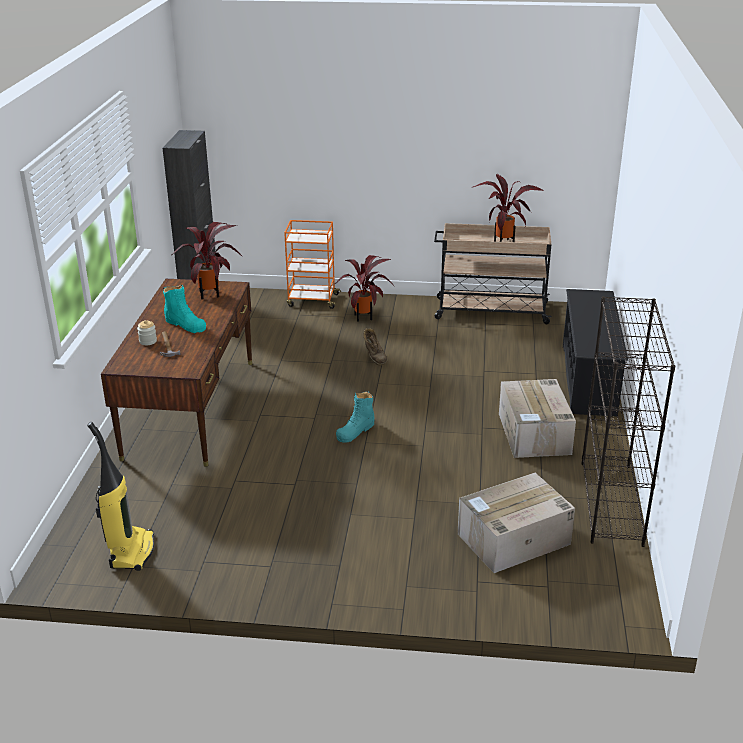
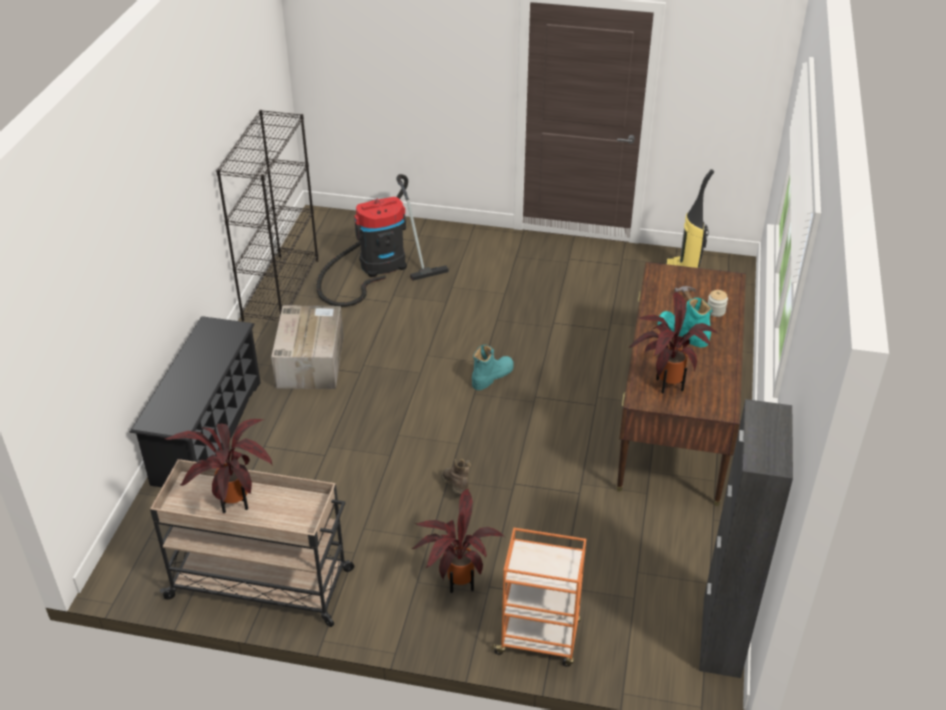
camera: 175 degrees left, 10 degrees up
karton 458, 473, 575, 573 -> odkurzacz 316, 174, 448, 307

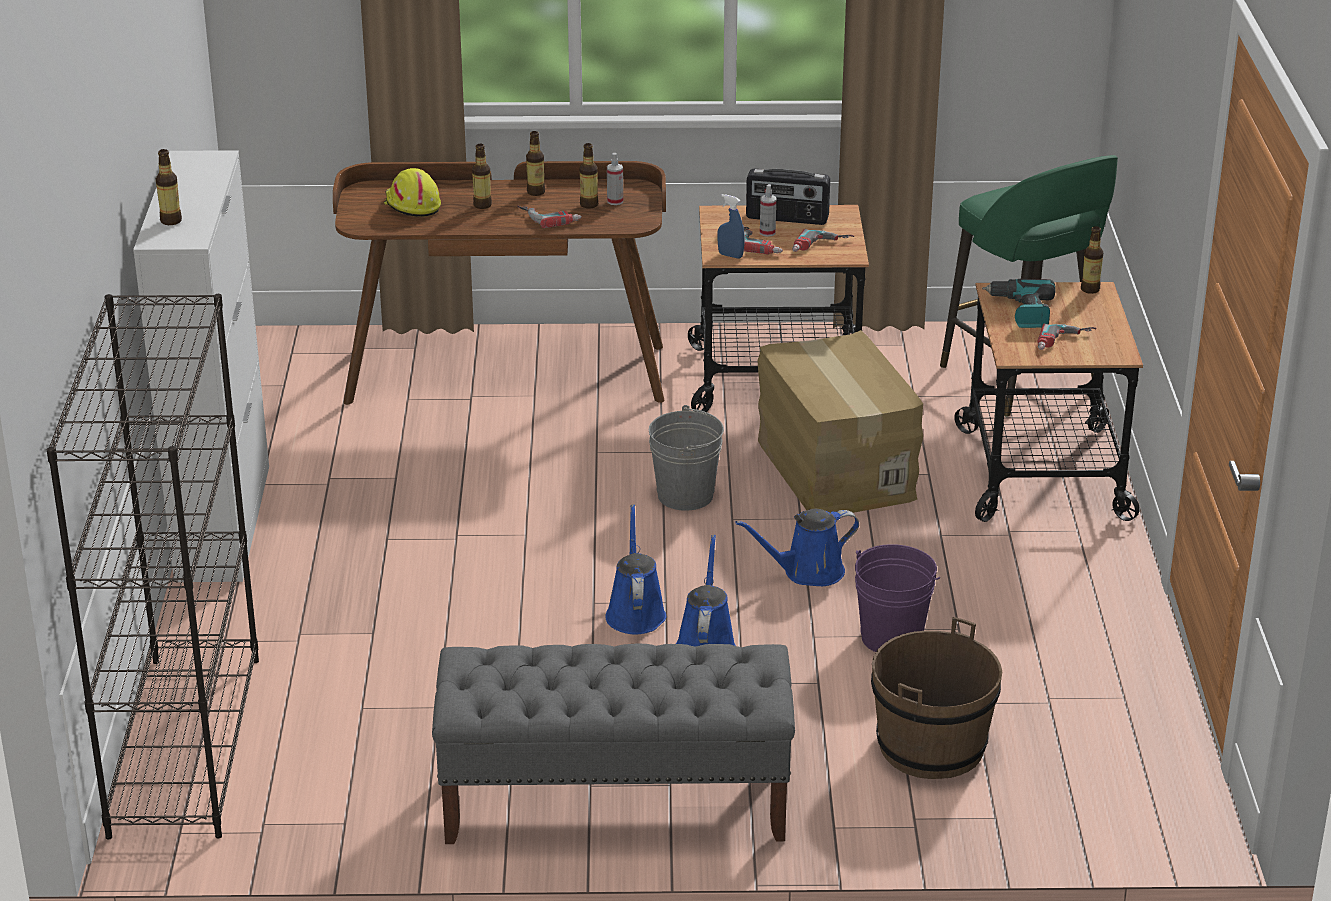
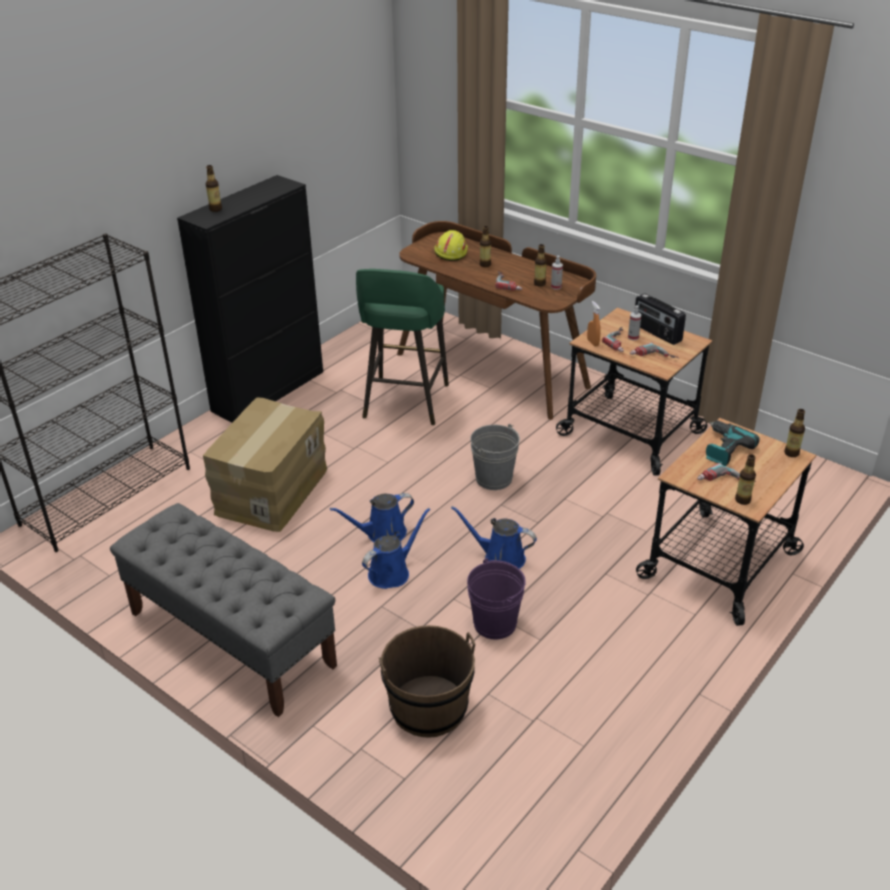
camera: 40 degrees right, 5 degrees up
szafka [biały] 133, 150, 269, 582 -> szafka [czarny] 177, 175, 323, 423
karton 758, 330, 923, 513 -> karton 203, 398, 327, 532, move
konewka [niebieski] 605, 504, 666, 634 -> konewka [niebieski] 330, 493, 414, 542, 150 degrees counterclockwise
stołek [zielony] 940, 155, 1118, 417 -> stołek [zielony] 356, 269, 449, 425, move
spryskiwacz [niebieski] 717, 194, 745, 259 -> spryskiwacz [pomarańczowy] 587, 301, 601, 347
butelka 526, 131, 545, 196 -> butelka 735, 455, 756, 505, move

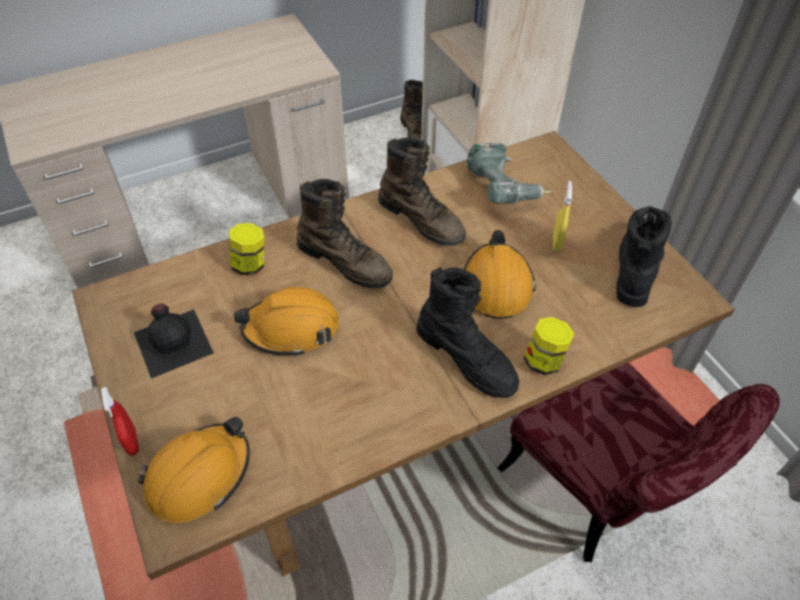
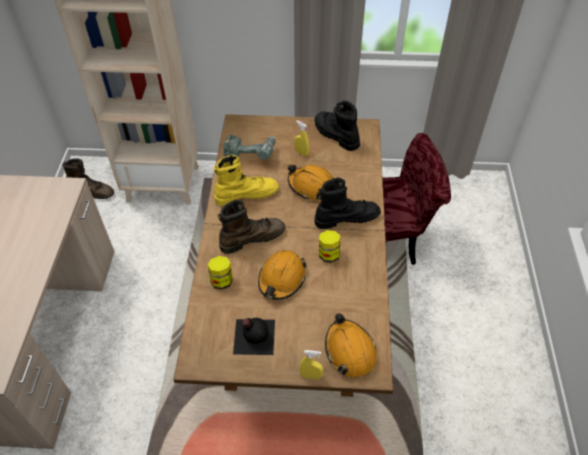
camera: 60 degrees left, 0 degrees up
but z cholewką [brązowy] 378, 137, 466, 246 -> but z cholewką [żółty] 214, 154, 279, 206
spryskiwacz [czerwony] 101, 387, 139, 456 -> spryskiwacz [żółty] 300, 350, 323, 379
słoik 524, 317, 574, 375 -> słoik 319, 230, 340, 262, move

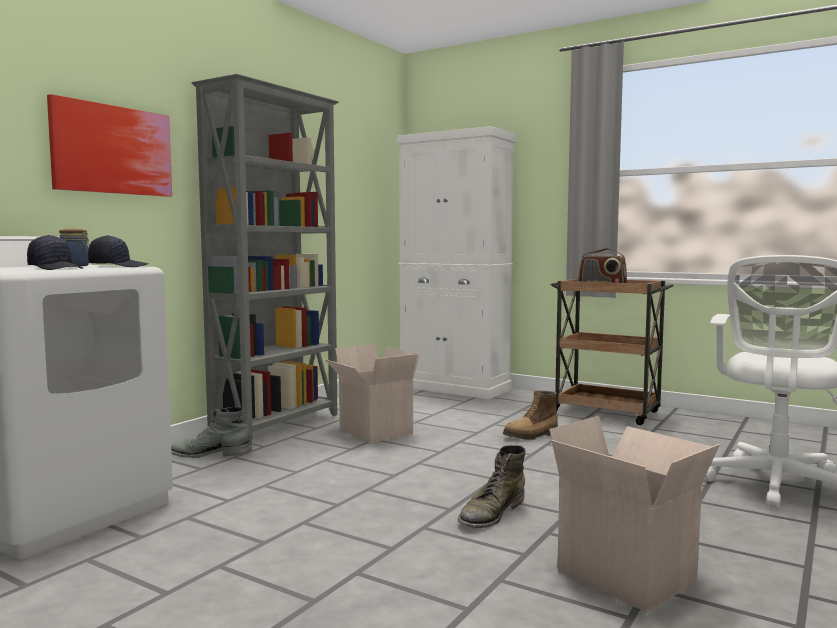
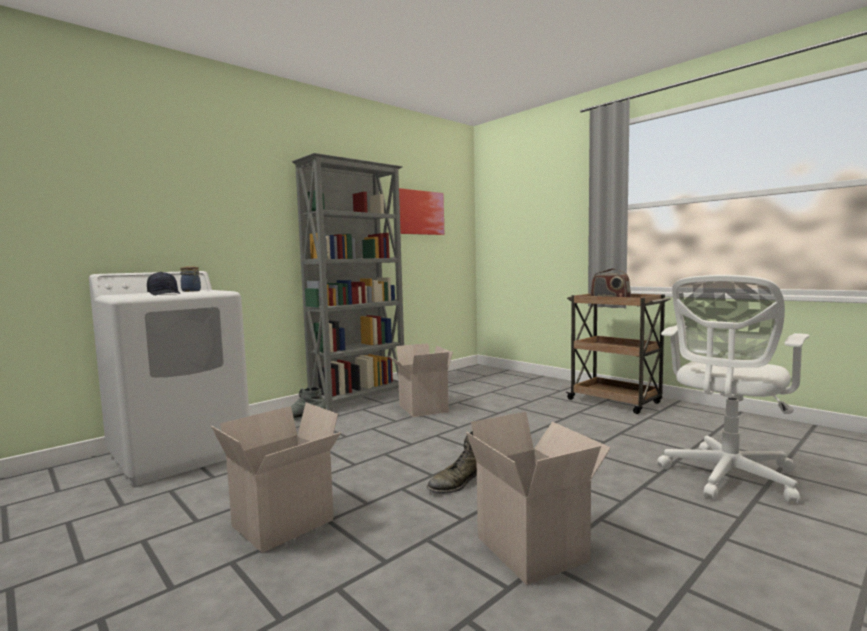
camera: 15 degrees right, 0 degrees up
none -> karton 211, 402, 341, 553
obraz 47, 94, 172, 197 -> obraz 399, 188, 445, 235, move
czapka z daszkiem [czarny] 88, 235, 149, 267 -> none
szafka [biały] 397, 126, 516, 399 -> none
but z cholewką 503, 391, 558, 440 -> none

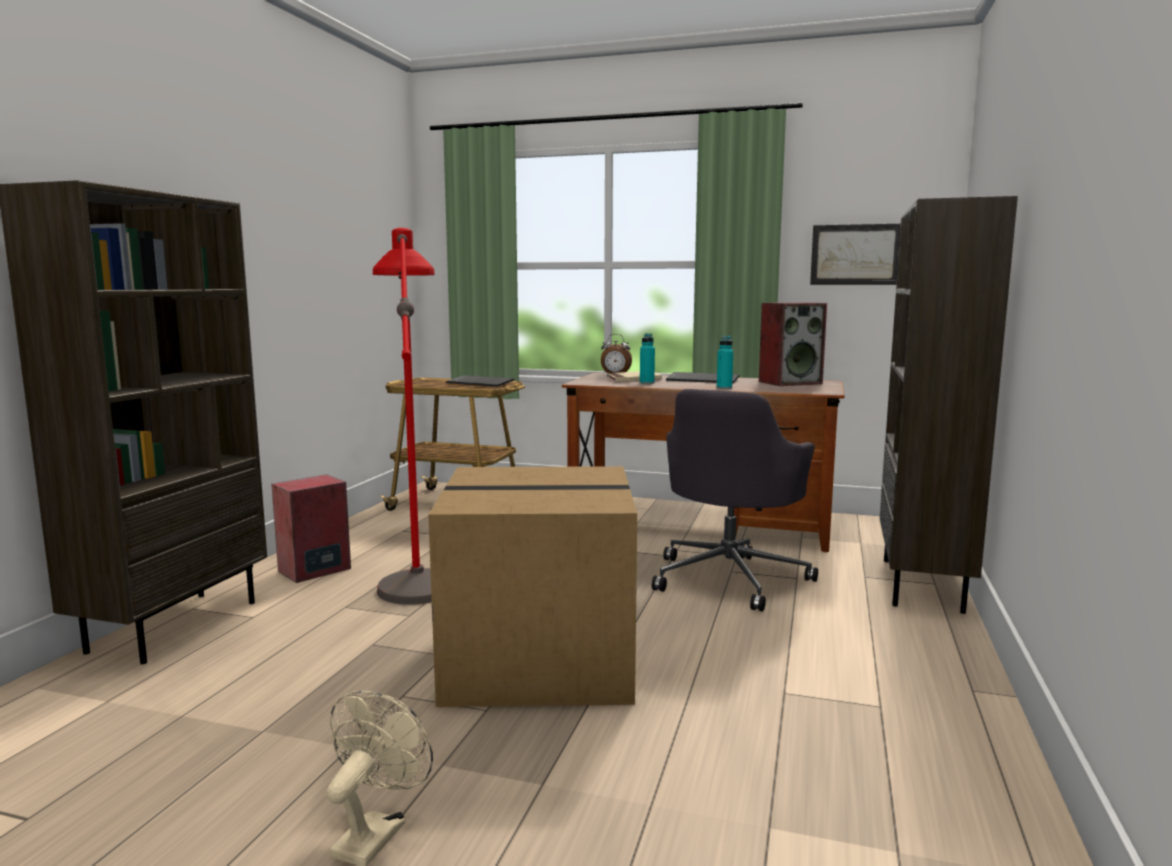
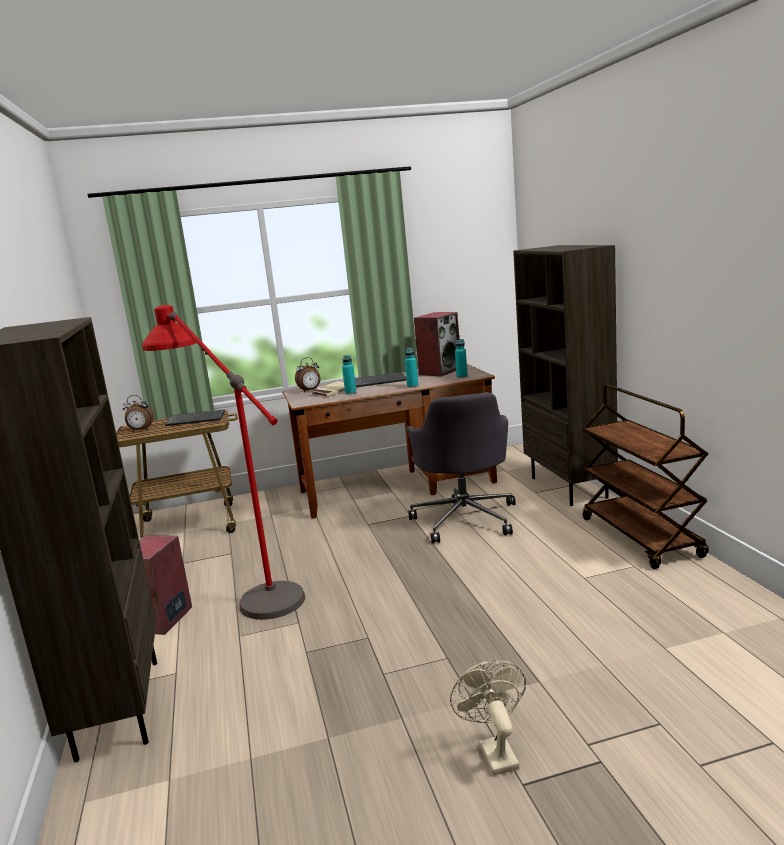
camera: 30 degrees left, 5 degrees up
none -> budzik 123, 395, 154, 431
none -> butelka [turkusowy] 455, 339, 468, 378
none -> wózek [brązowy] 582, 384, 709, 569
karton 428, 466, 637, 707 -> none
obraz 810, 224, 901, 285 -> none

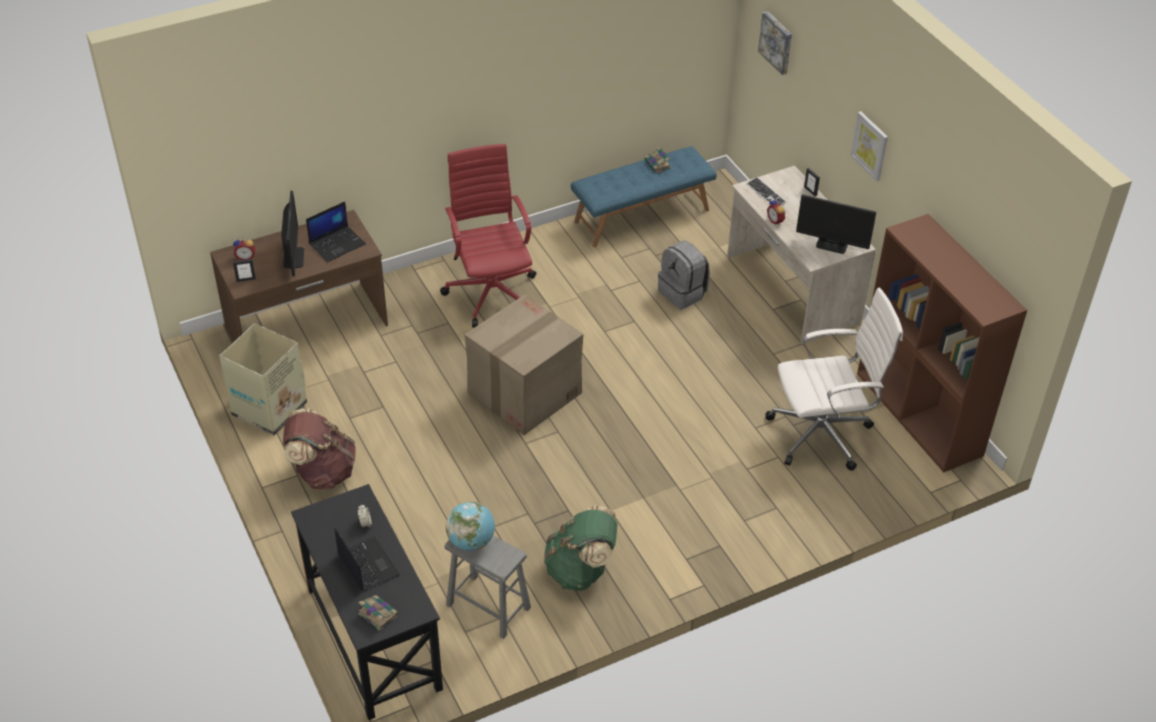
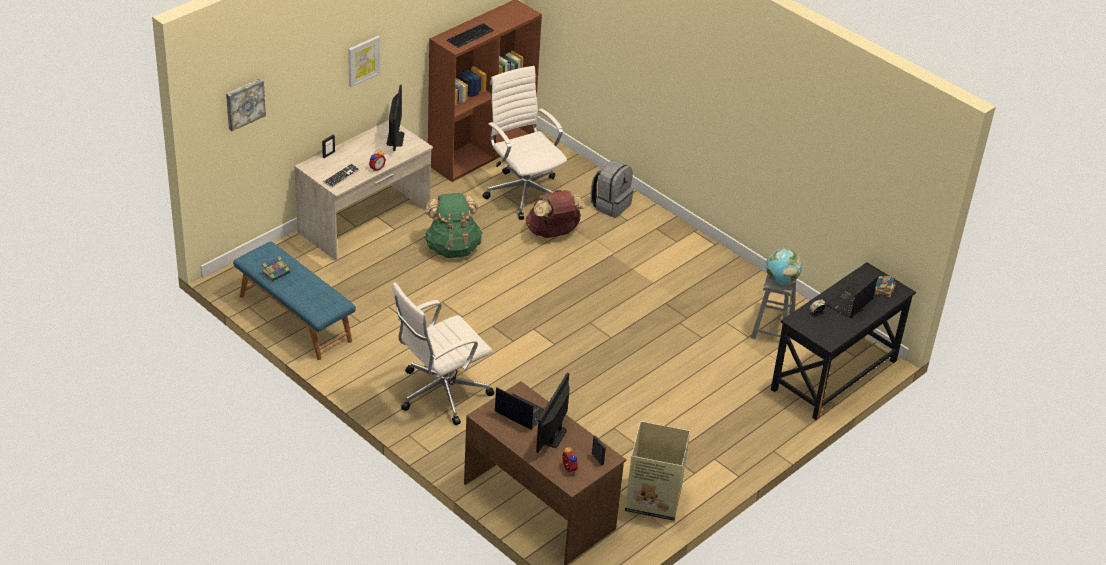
camera: 110 degrees left, 5 degrees down
krzesło biurowe [czerwony] 440, 144, 536, 327 -> krzesło biurowe [biały] 392, 282, 495, 425
plecak [zielony] 544, 505, 617, 591 -> plecak [zielony] 424, 193, 483, 258, move
none -> klawiatura 447, 23, 494, 48
plecak [brązowy] 283, 409, 356, 490 -> plecak [brązowy] 526, 190, 585, 238, move
monitor 281, 191, 304, 276 -> monitor 536, 373, 569, 453, 45 degrees counterclockwise
plecak [szary] 658, 241, 710, 309 -> plecak [szary] 590, 160, 634, 218, move
karton 464, 294, 583, 435 -> none

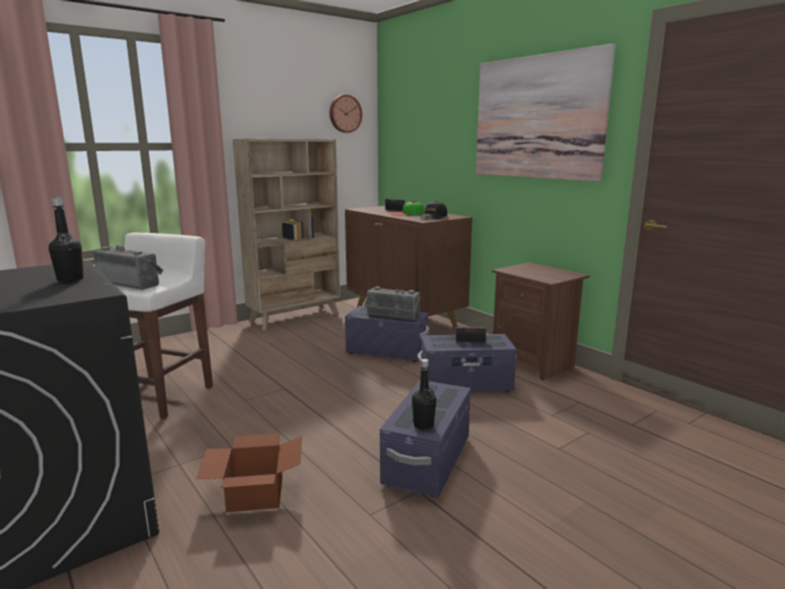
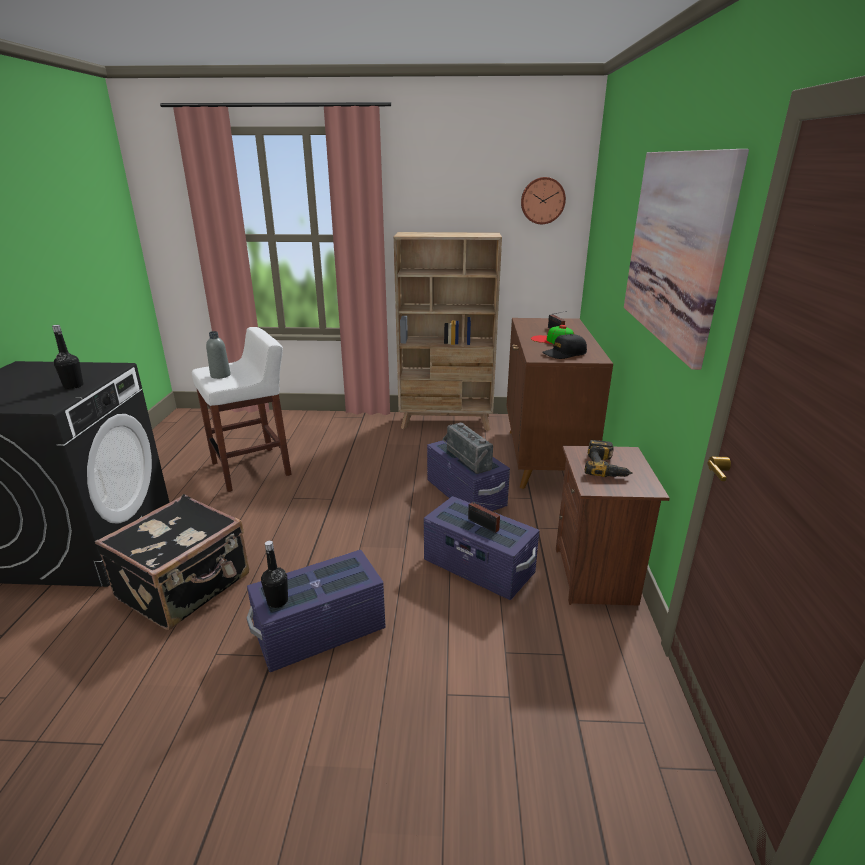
camera: 40 degrees right, 10 degrees up
karton 196, 433, 302, 512 -> walizka [czarny] 95, 494, 249, 630
radio 93, 245, 163, 290 -> butelka [szary] 206, 331, 231, 379
none -> wiertarka 585, 440, 633, 477

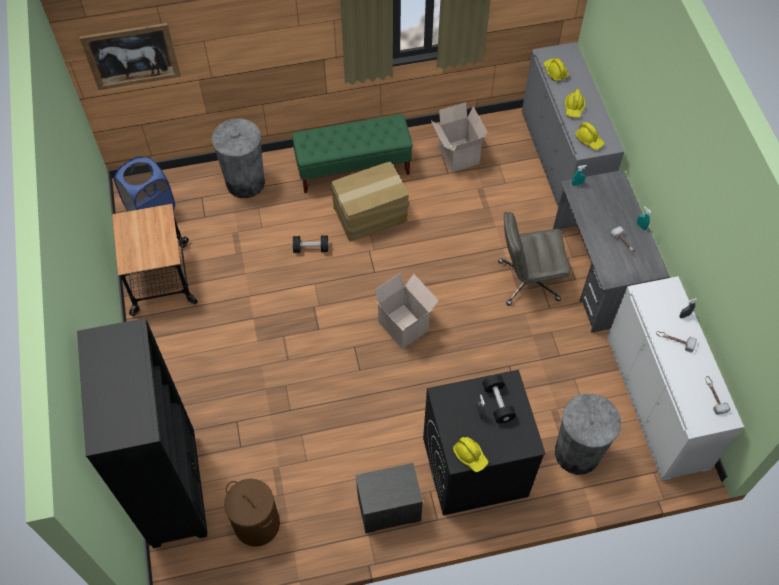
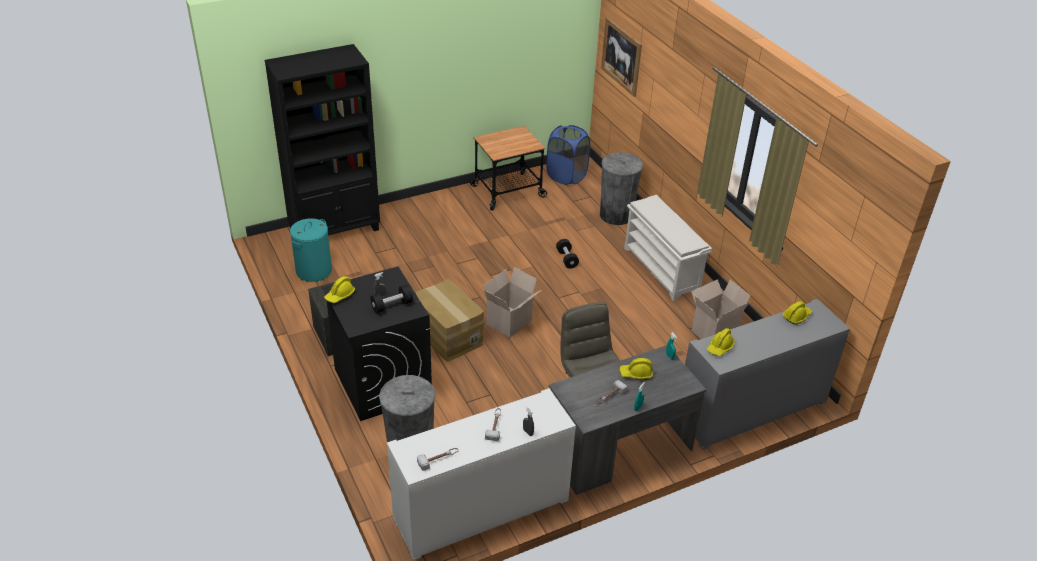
camera: 75 degrees right, 20 degrees down
kosz na pranie [brązowy] 224, 479, 280, 547 -> kosz na pranie [turkusowy] 290, 218, 332, 282
karton 330, 162, 409, 242 -> karton 415, 279, 485, 362, move
kask [żółty] 565, 89, 585, 118 -> kask [żółty] 620, 358, 653, 380, move
ławka [zielony] 292, 114, 413, 193 -> regał na buty [biały] 624, 195, 712, 301

